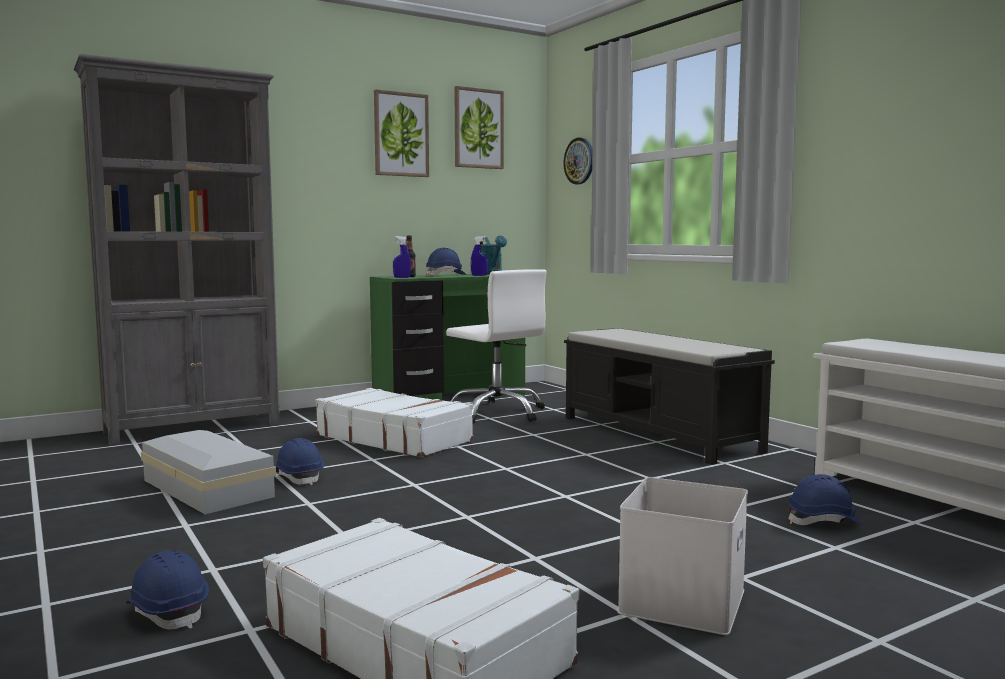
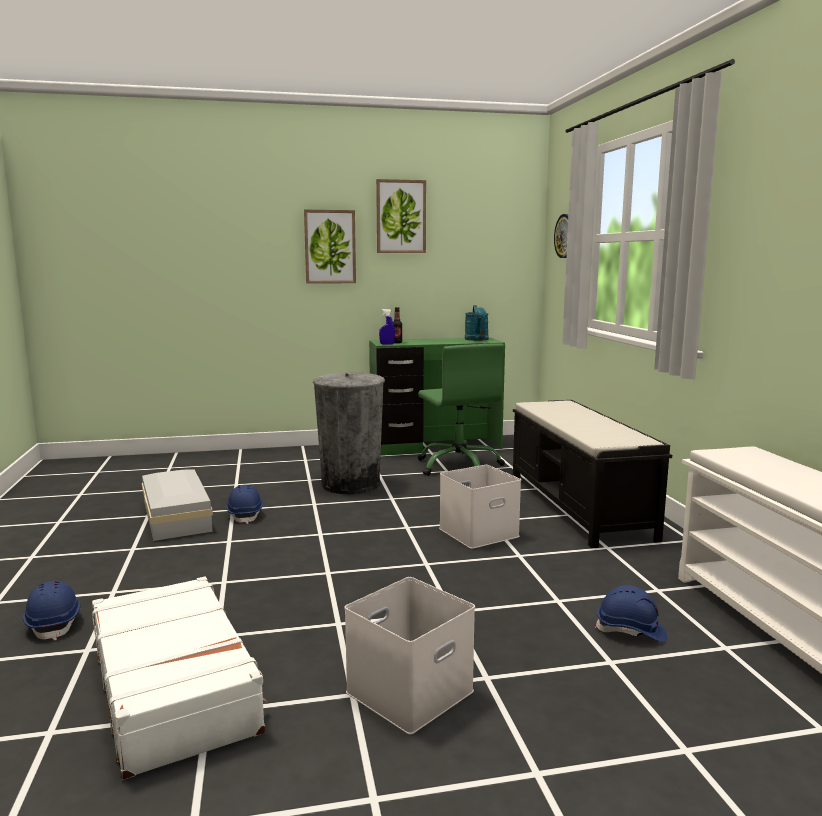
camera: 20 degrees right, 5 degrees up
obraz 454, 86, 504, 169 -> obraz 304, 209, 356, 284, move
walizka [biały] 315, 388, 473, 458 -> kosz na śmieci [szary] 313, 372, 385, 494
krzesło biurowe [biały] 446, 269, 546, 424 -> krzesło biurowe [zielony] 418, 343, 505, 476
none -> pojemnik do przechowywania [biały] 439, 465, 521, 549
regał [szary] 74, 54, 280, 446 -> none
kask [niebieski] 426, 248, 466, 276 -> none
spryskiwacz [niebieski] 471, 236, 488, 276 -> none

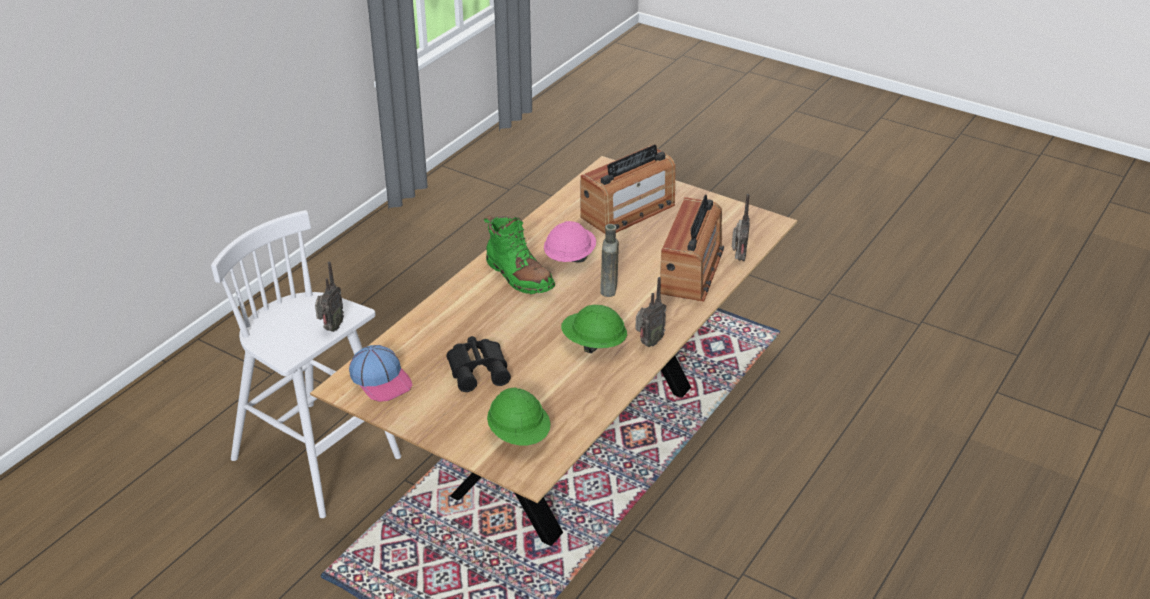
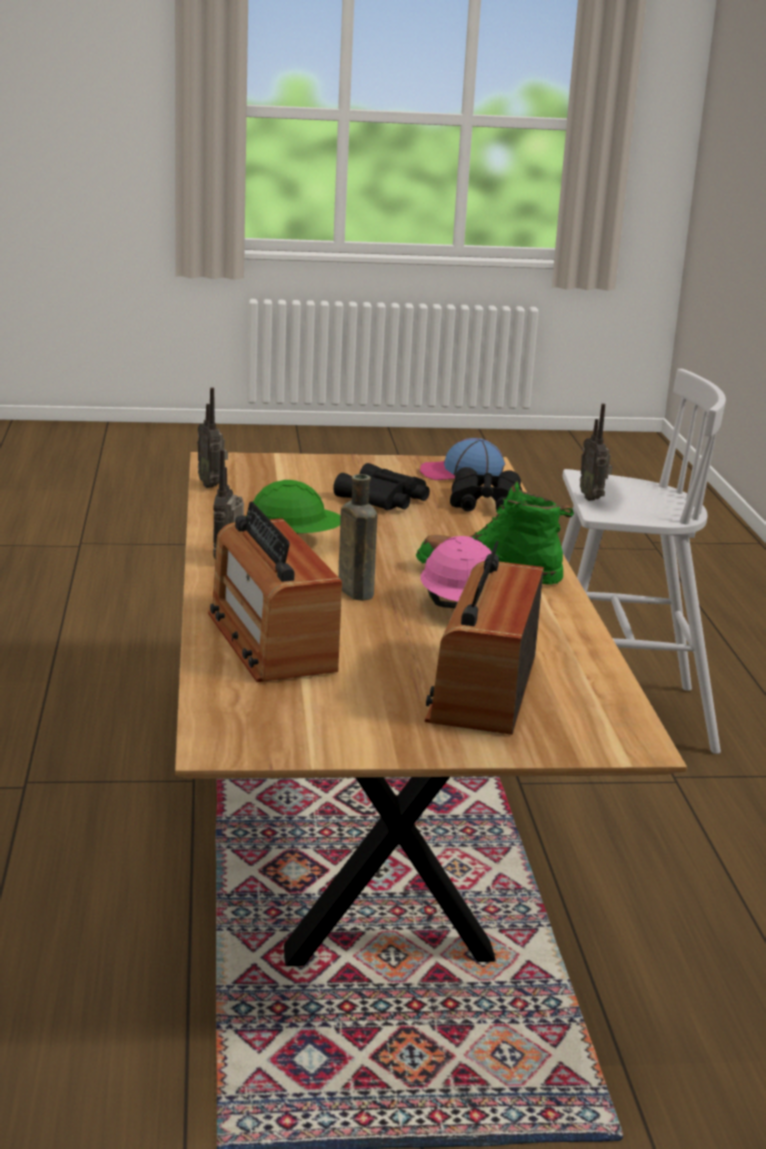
camera: 140 degrees right, 15 degrees down
radio 732, 194, 750, 261 -> radio 197, 387, 228, 488, move
none -> lornetka [czarny] 450, 467, 522, 511
kask [zielony] 487, 388, 551, 445 -> none

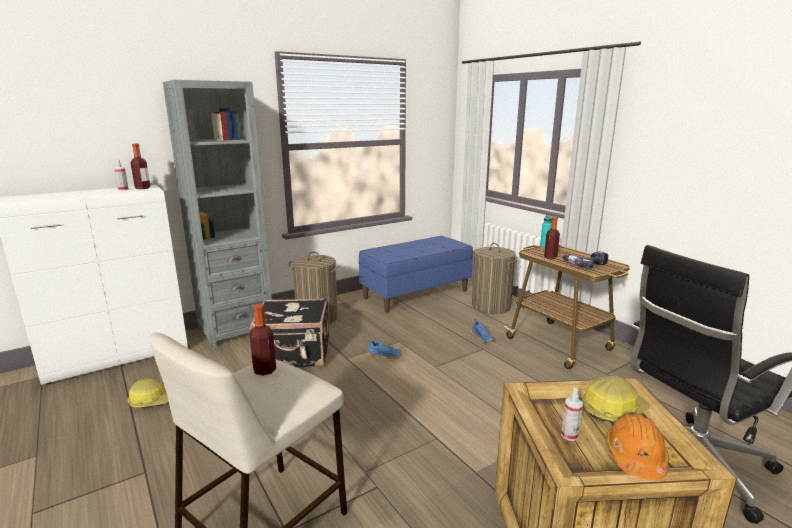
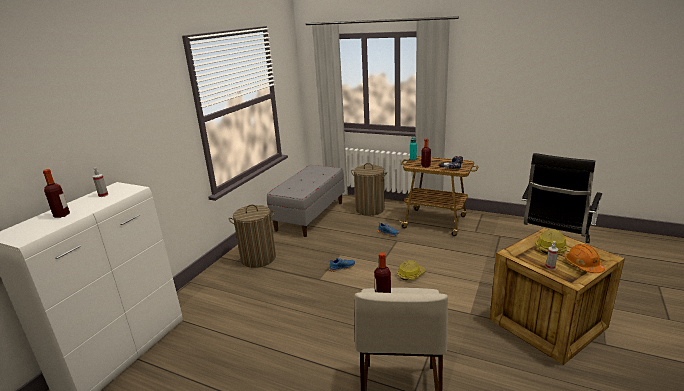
camera: 30 degrees left, 5 degrees up
butelka 131, 144, 150, 189 -> butelka 43, 169, 70, 218, move
ławka [niebieski] 359, 236, 473, 313 -> ławka [szary] 267, 165, 345, 237
kask 128, 378, 169, 407 -> kask 397, 260, 426, 280, move
regał [szary] 163, 80, 272, 349 -> none
walizka [czarny] 250, 298, 329, 367 -> none

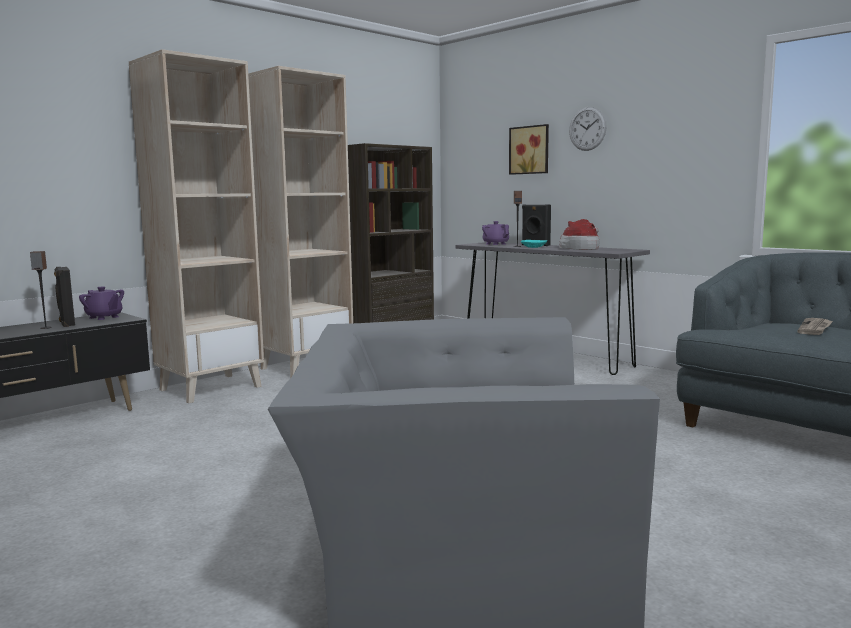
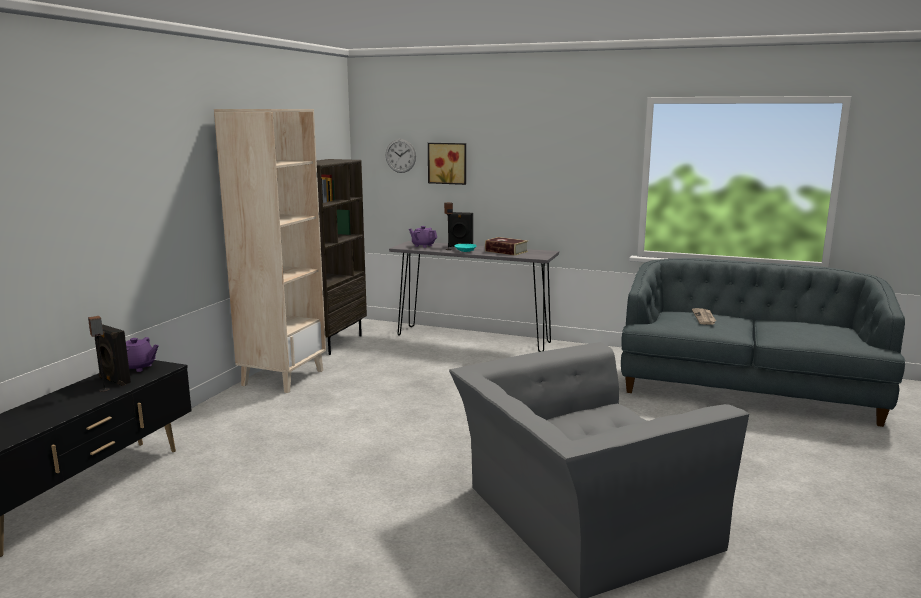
camera: 25 degrees left, 5 degrees up
zegar ścienny 569, 107, 607, 151 -> zegar ścienny 386, 139, 416, 173, move
kapelusz 559, 219, 600, 250 -> książka 485, 237, 528, 256
regał [beżowy] 129, 49, 264, 403 -> none

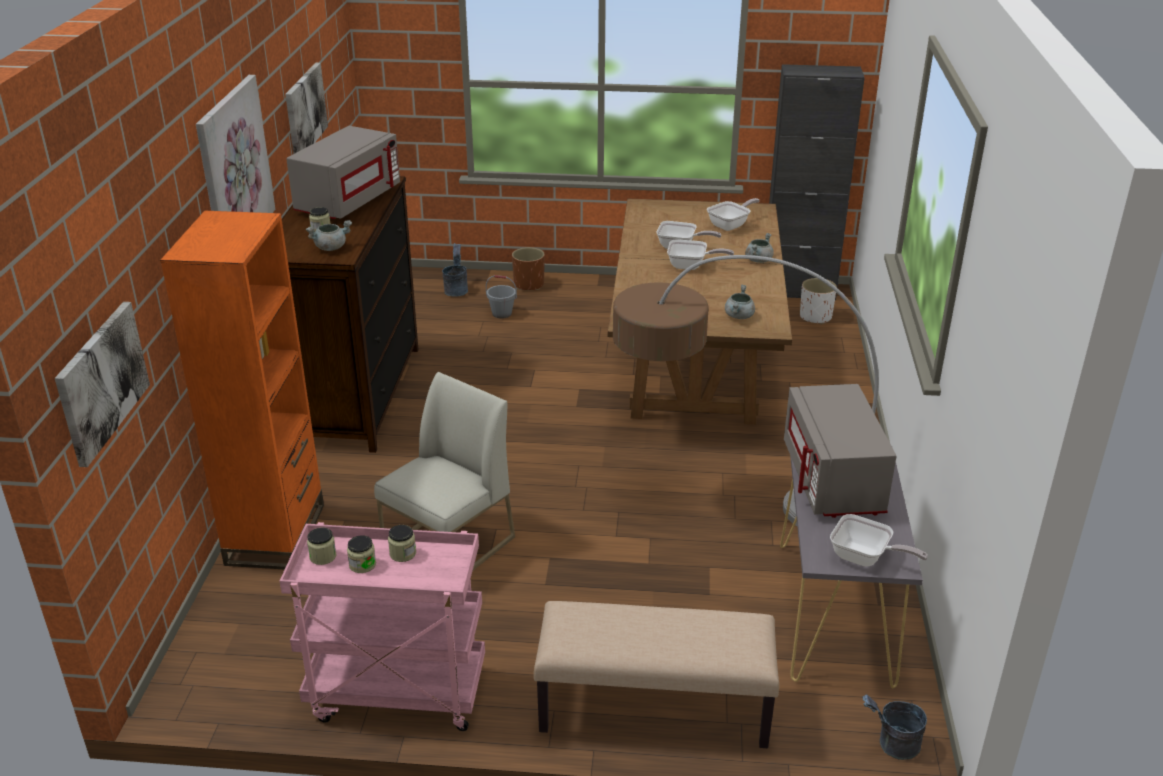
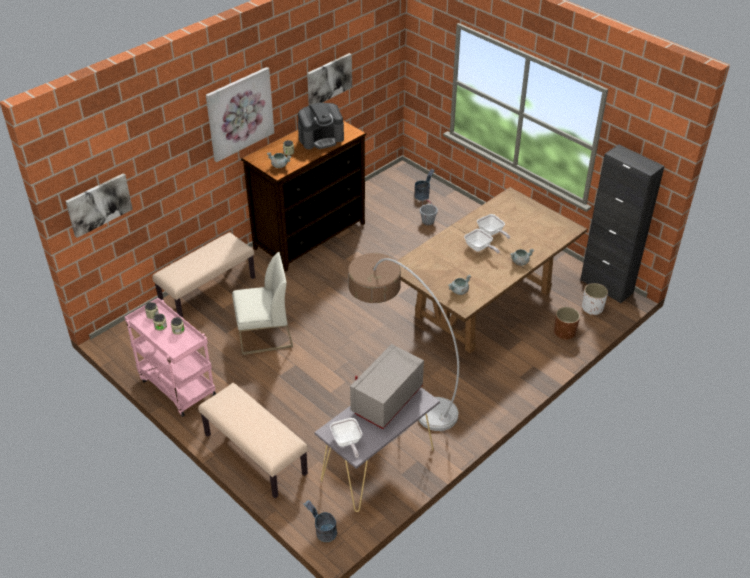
camera: 40 degrees right, 10 degrees up
regał [pomarańczowy] 160, 211, 324, 570 -> ławka [beżowy] 152, 232, 255, 318
mikrofalówka [szary] 286, 126, 400, 219 -> ekspres do kawy 298, 102, 344, 149
donica [brązowy] 512, 247, 545, 290 -> donica [brązowy] 554, 307, 580, 340, move
patelnia 707, 198, 760, 231 -> none

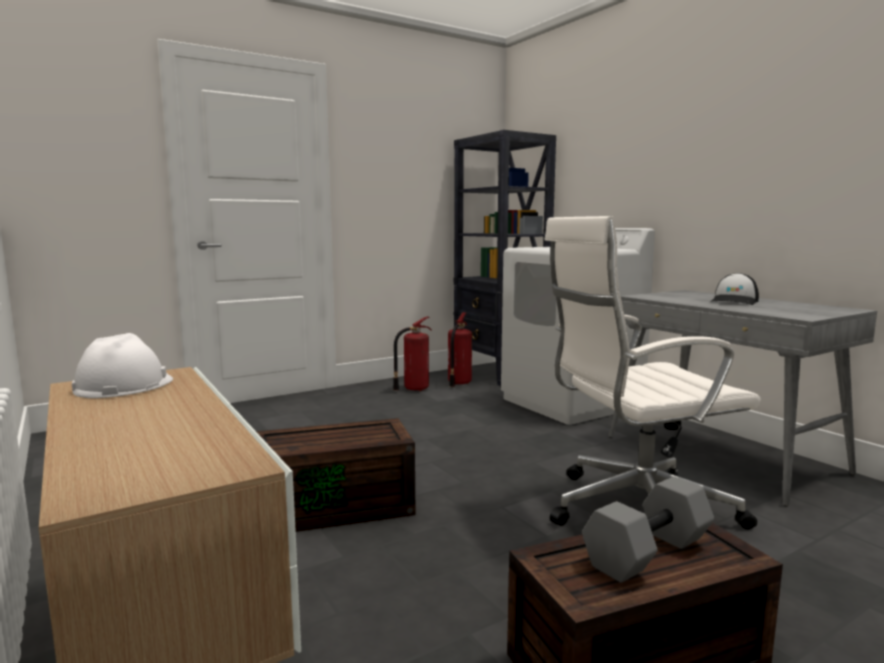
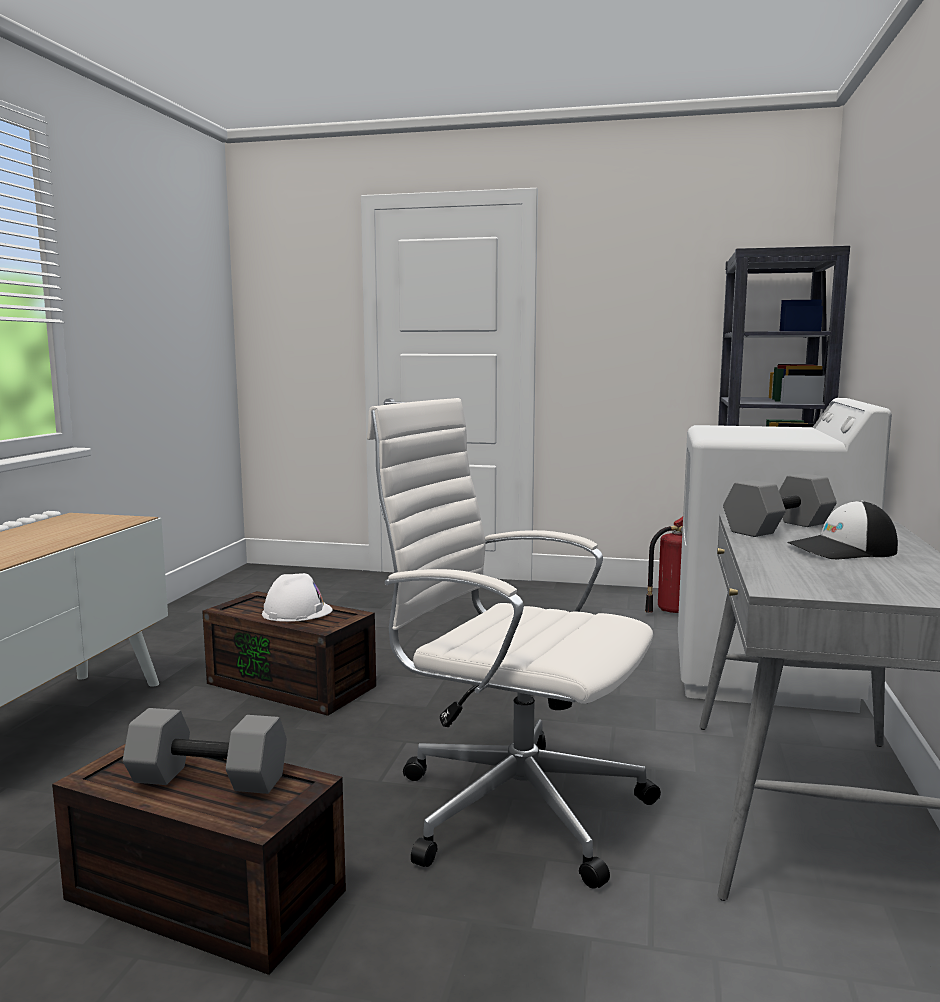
camera: 45 degrees right, 0 degrees up
kask [biały] 72, 333, 173, 398 -> kask [biały] 262, 573, 333, 622, move
none -> hantel [szary] 723, 474, 837, 537
gaśnica 393, 316, 432, 391 -> none

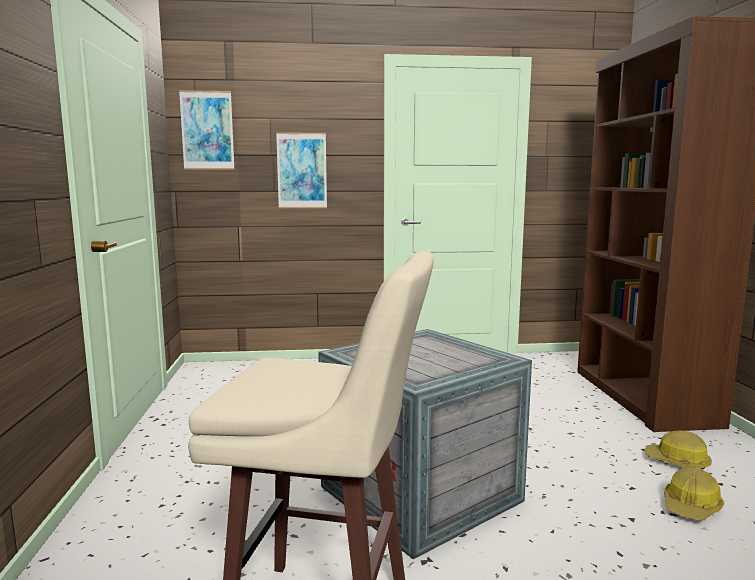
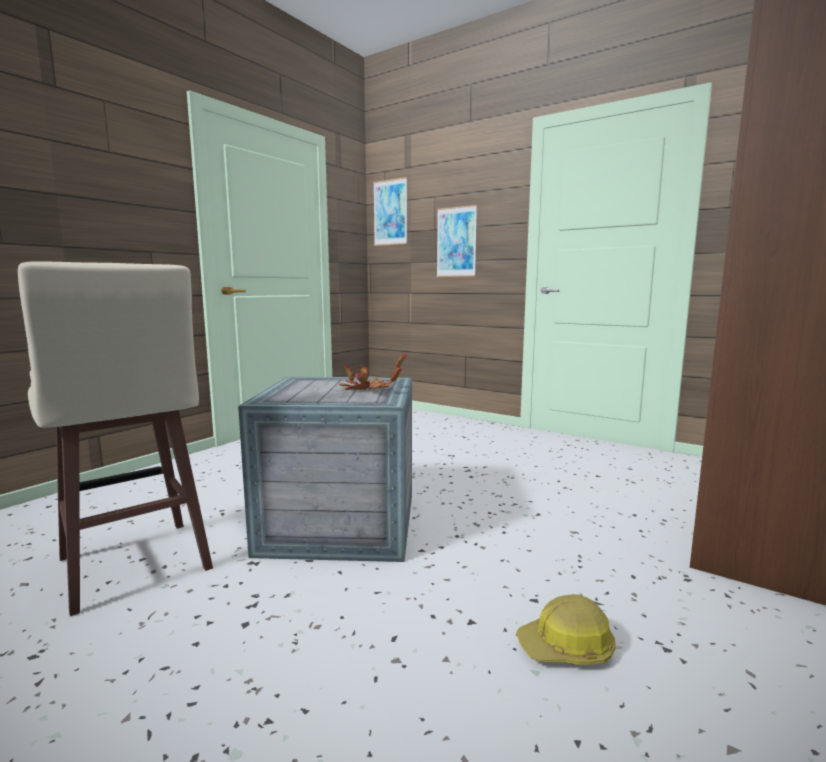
camera: 40 degrees right, 0 degrees up
none -> roślina doniczkowa 339, 354, 408, 390
kask 645, 430, 712, 469 -> none

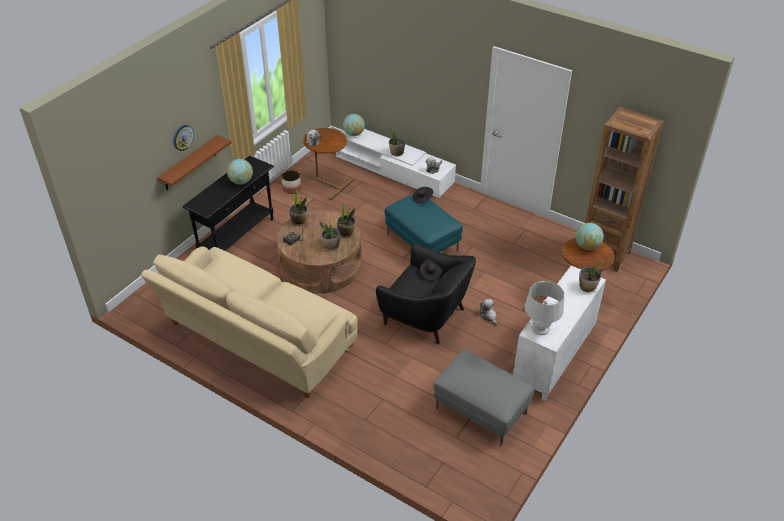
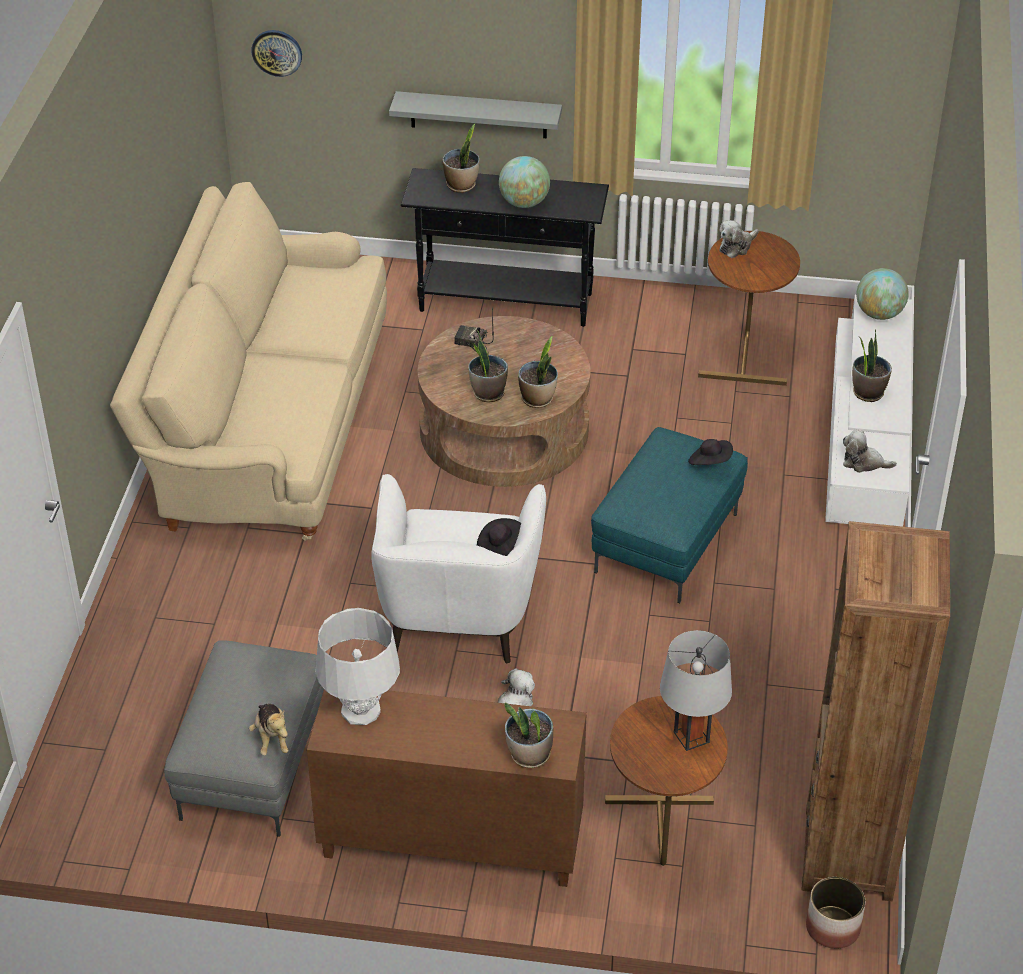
camera: 65 degrees right, 0 degrees up
none -> pluszak 249, 704, 289, 756
zegar ścienny 173, 125, 194, 151 -> zegar ścienny 251, 30, 302, 77, move
szafka [biały] 513, 265, 606, 401 -> szafka [brązowy] 307, 690, 587, 887
fotel [czarny] 376, 243, 476, 344 -> fotel [biały] 371, 474, 546, 663
półka [brązowy] 157, 135, 232, 190 -> półka [szary] 389, 91, 562, 138
roślina doniczkowa 289, 190, 308, 226 -> roślina doniczkowa 443, 124, 479, 193, move
globus 576, 223, 604, 250 -> lampa stołowa [szary] 660, 630, 732, 751
donica 281, 170, 301, 194 -> donica 806, 877, 865, 949, move

